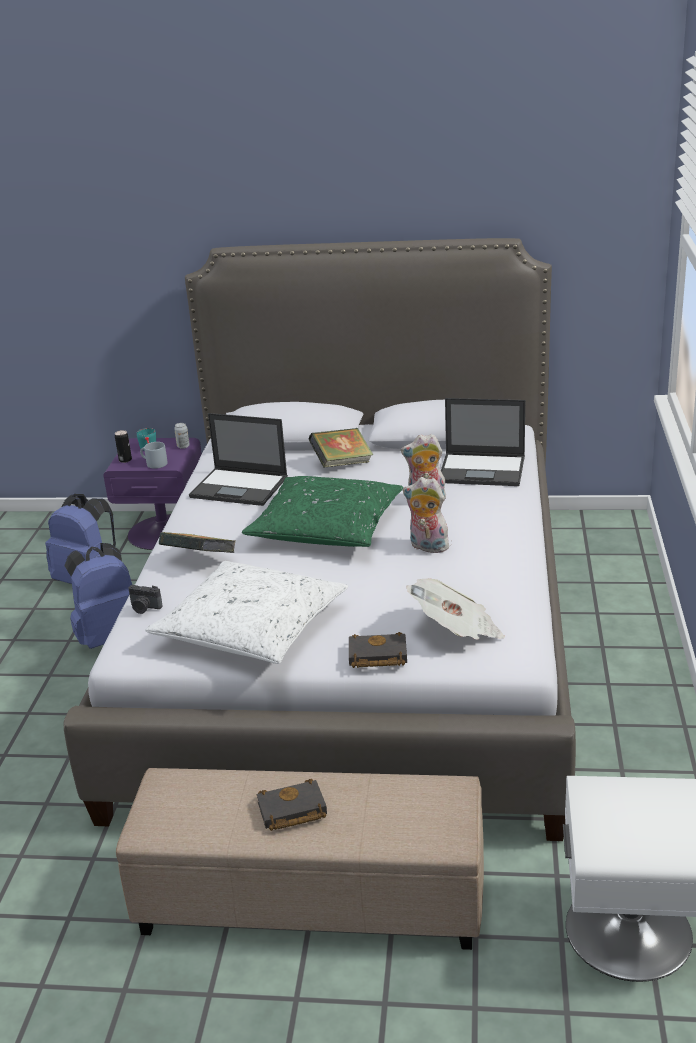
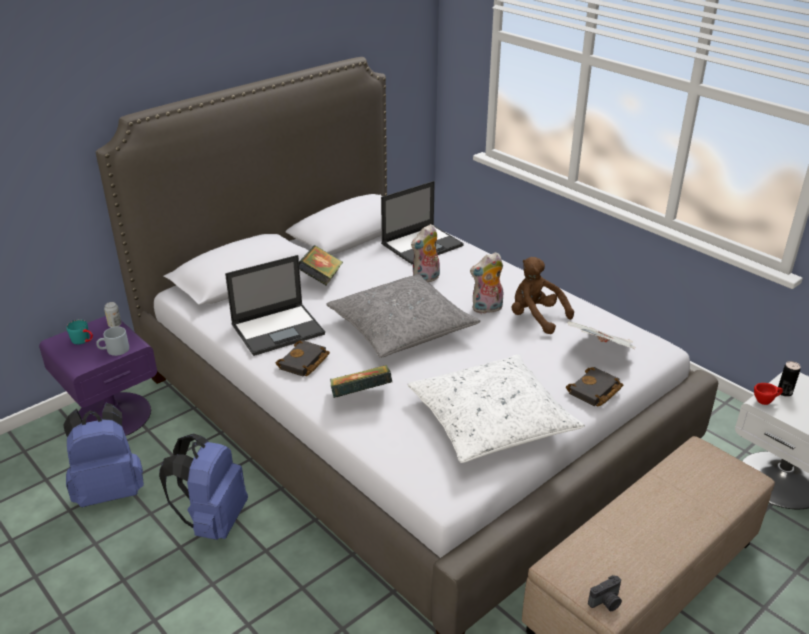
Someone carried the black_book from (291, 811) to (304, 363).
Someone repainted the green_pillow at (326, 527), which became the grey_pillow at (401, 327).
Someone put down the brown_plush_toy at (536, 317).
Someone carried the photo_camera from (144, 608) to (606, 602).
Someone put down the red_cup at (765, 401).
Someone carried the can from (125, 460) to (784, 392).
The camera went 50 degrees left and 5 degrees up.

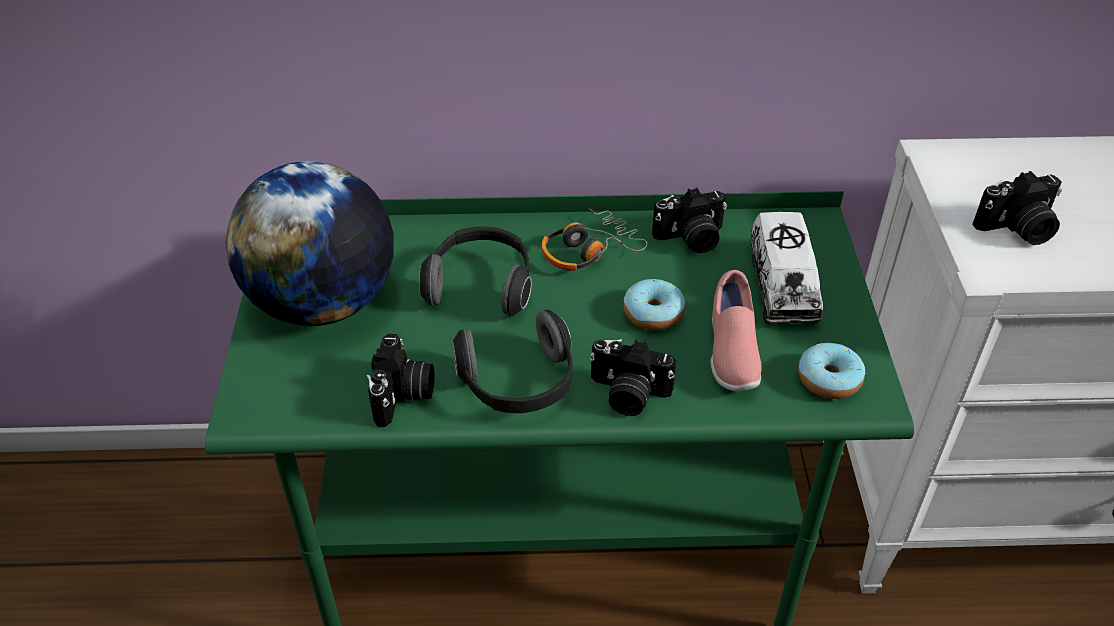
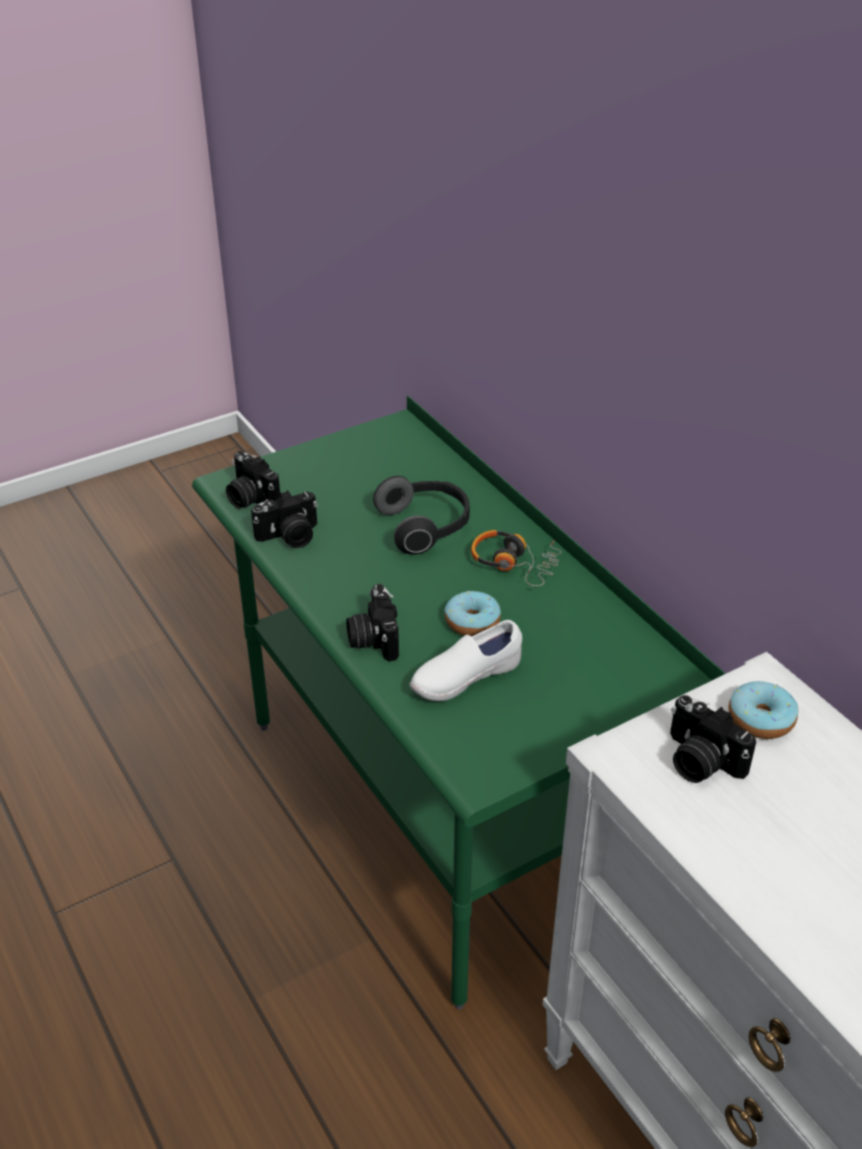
Someone carried the photo_camera from (691, 239) to (250, 498).
Someone repainted the pink_shoe at (731, 352), which became the white_shoe at (465, 678).
Someone carried the donut from (829, 379) to (760, 719).
Someone took away the globe at (324, 303).
Someone took away the headphones at (519, 384).
Someone took away the toy_truck at (782, 286).
The camera went 60 degrees right and 5 degrees down.

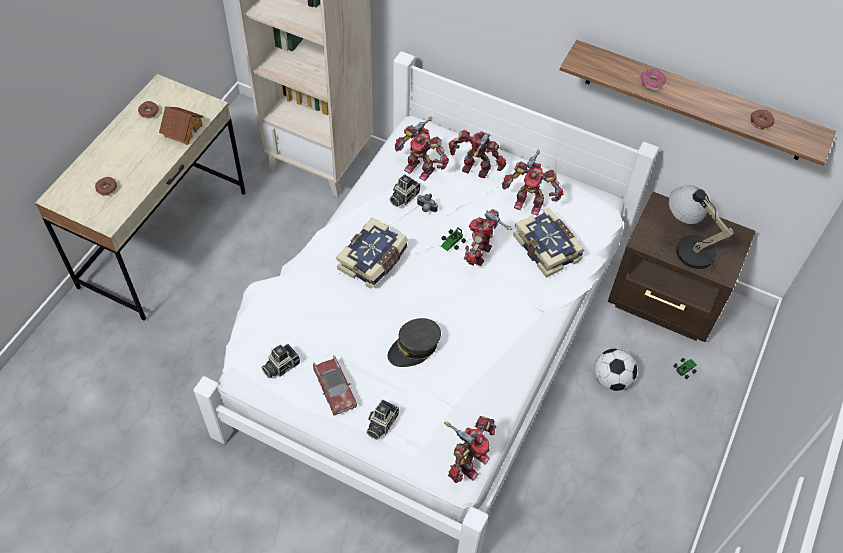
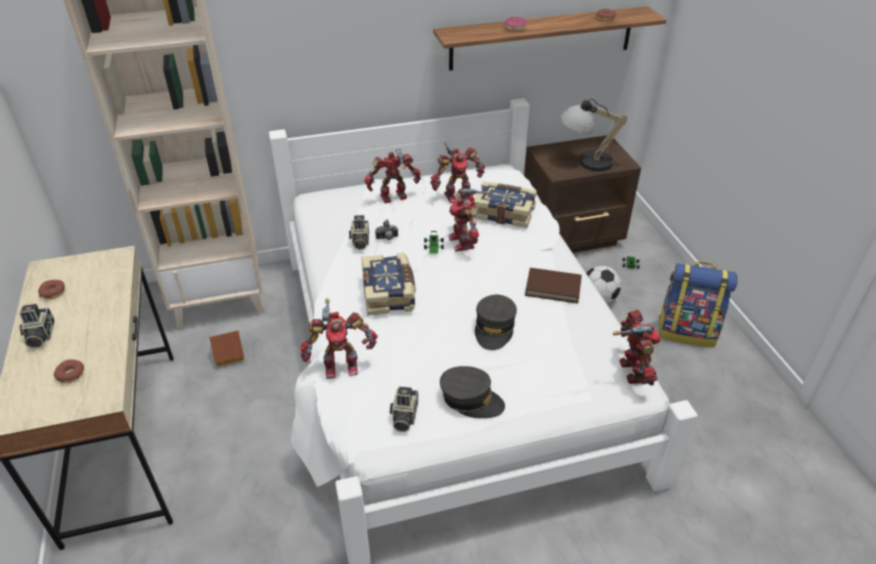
Someone carried the photo_camera from (381, 424) to (39, 336).
Someone carried the toy_house from (182, 130) to (228, 353).
Someone carried the toy_robot from (420, 168) to (341, 365).
Someone swapped the toy_car at (335, 389) for the grey_cap at (471, 399).
Someone put down the brown_book at (553, 287).
Someone put down the backpack at (687, 331).
The camera went 40 degrees left and 15 degrees down.

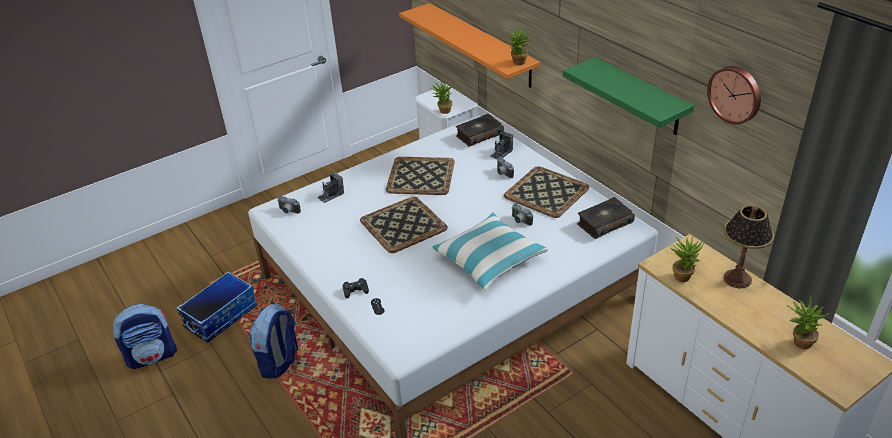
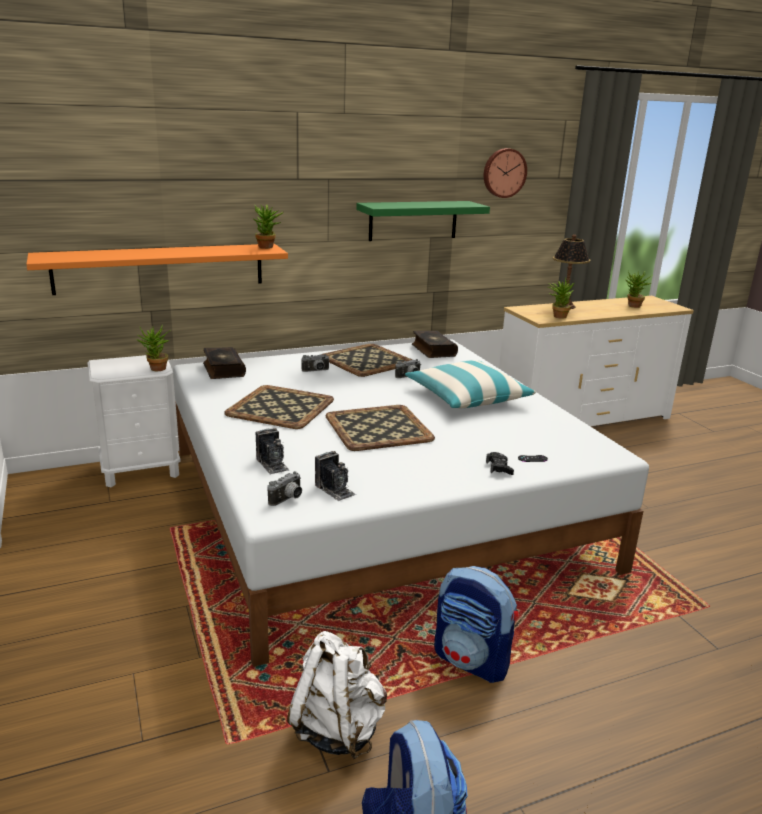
Someone swapped the storage_box at (221, 316) for the white_backpack at (338, 729).
Someone carried the photo_camera from (501, 153) to (335, 490).
The camera went 80 degrees left and 15 degrees down.

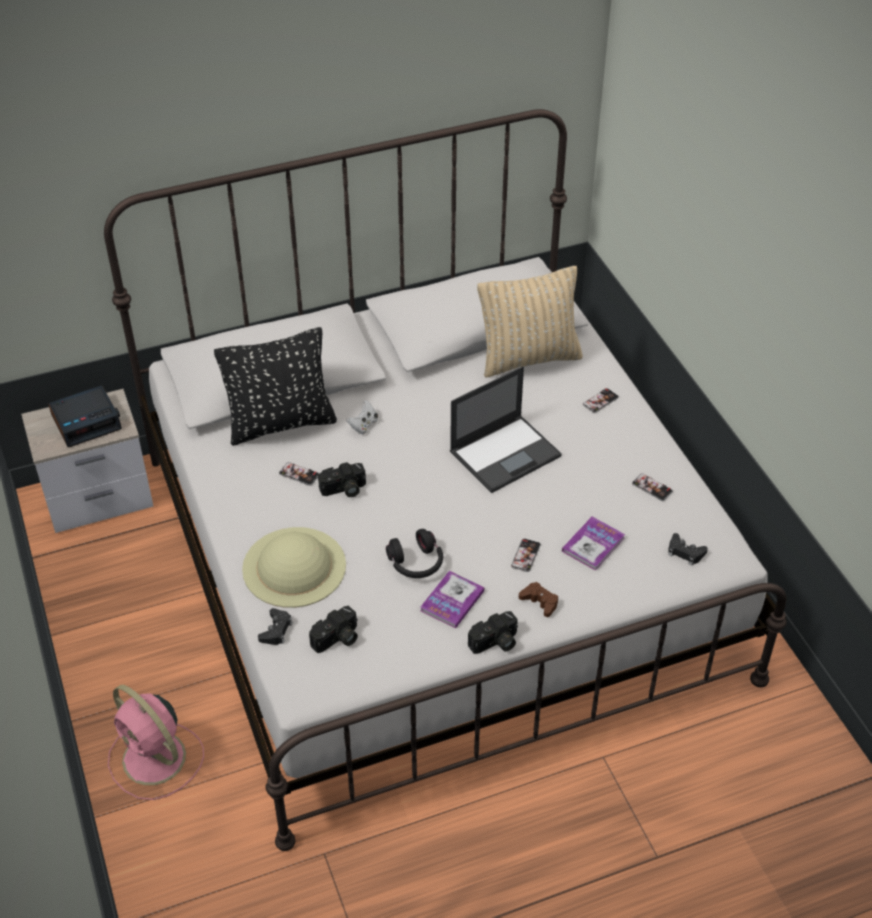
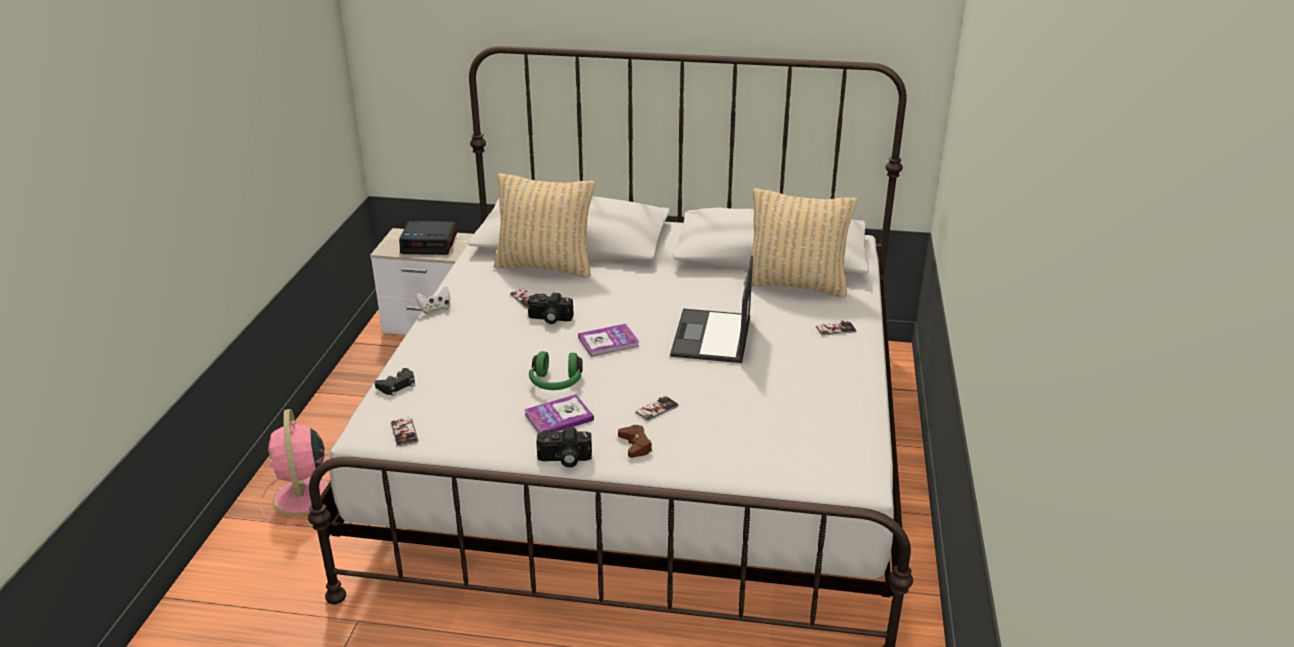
Someone carried the phone from (652, 488) to (404, 433).
Someone carried the white_game_controller from (363, 425) to (435, 309).
Someone repainted the black_pillow at (281, 424), which became the beige_pillow at (545, 267).
Someone repainted the black_headphones at (416, 564), which became the green_headphones at (555, 383).
Someone carried the book from (593, 544) to (608, 342).
Someone rotated the laptop at (506, 453) by 105 degrees clockwise.
Someone took away the beige_hat at (294, 566).
Someone took away the photo_camera at (337, 639).
Someone took away the black_game_controller at (685, 552).
The camera went 30 degrees right and 15 degrees down.

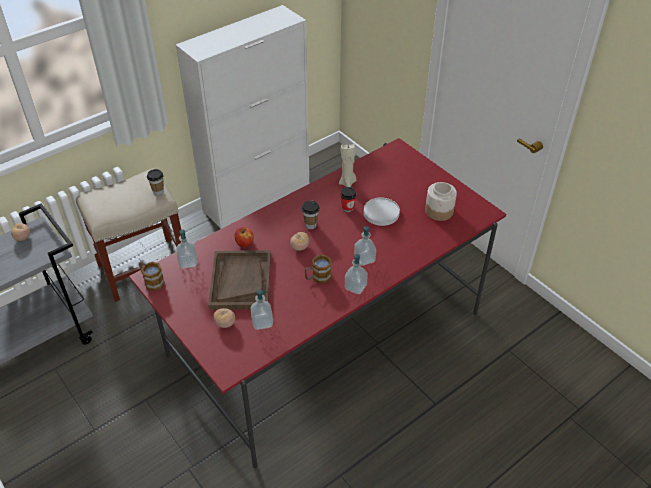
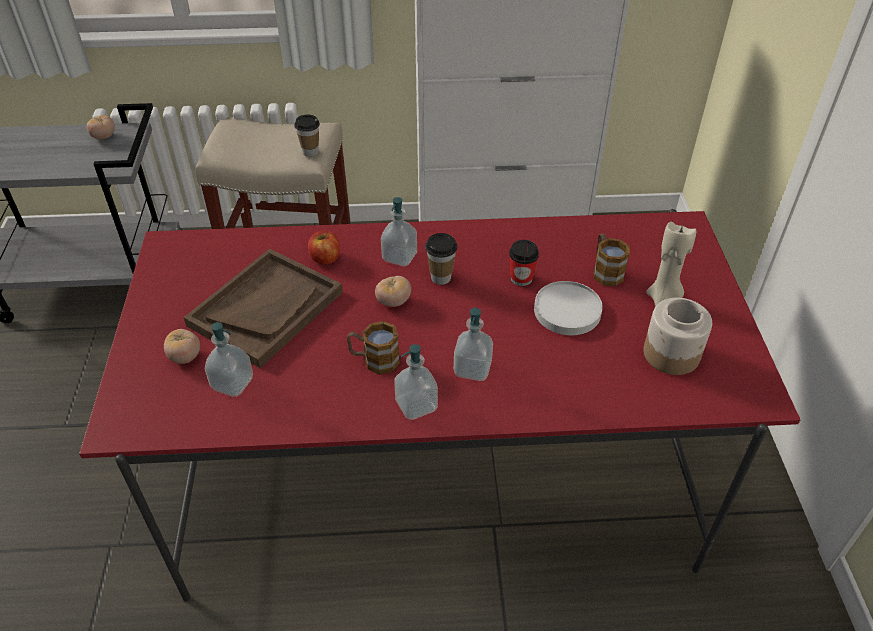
Someone carried the soap_dispenser from (188, 262) to (399, 257).
Someone carried the mug from (152, 281) to (605, 271).
Someone carried the beige_candle from (347, 183) to (663, 298).
The camera went 35 degrees right and 0 degrees up.

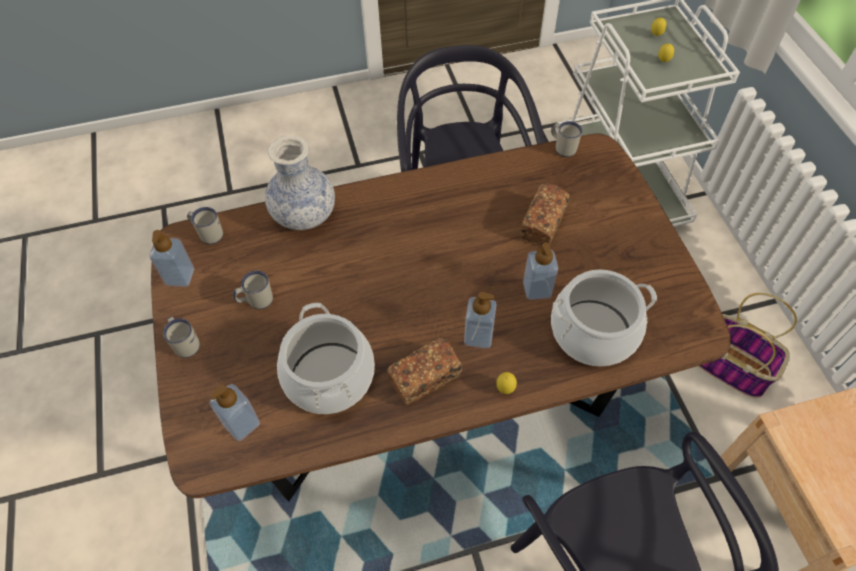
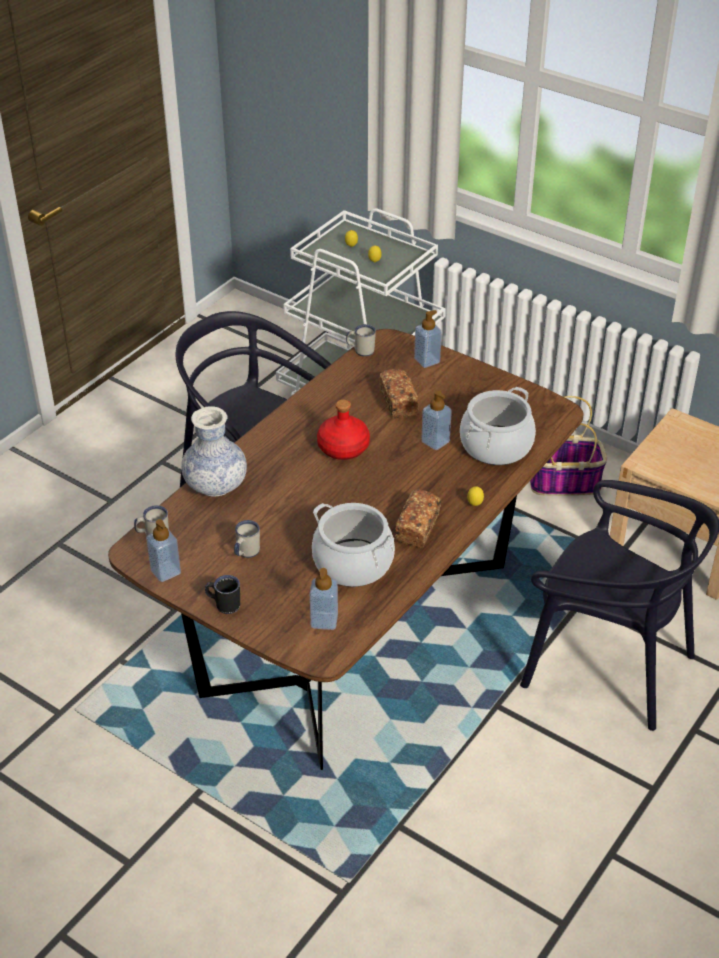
Someone repainted the white_mug at (185, 343), which became the black_mug at (224, 604).
Someone put down the red_bottle at (343, 448).
Someone carried the soap_dispenser from (478, 336) to (427, 361).
The camera went 40 degrees left and 15 degrees down.

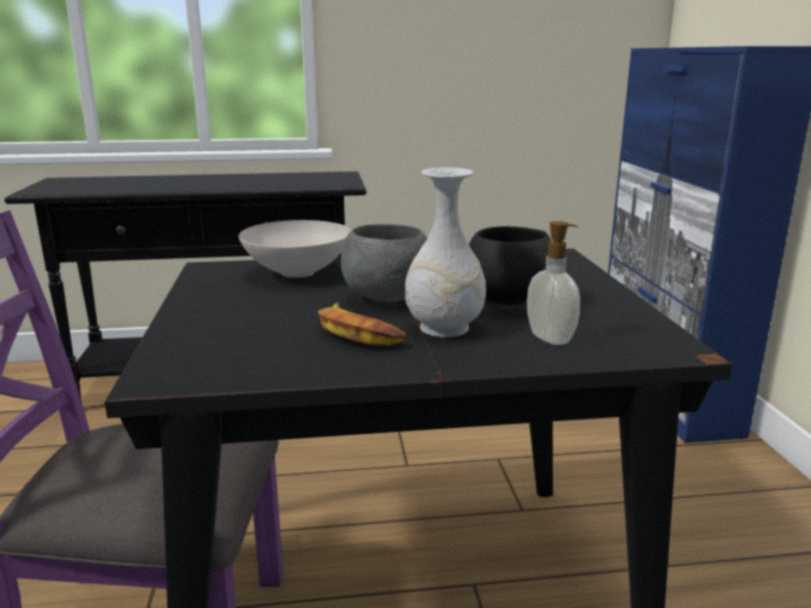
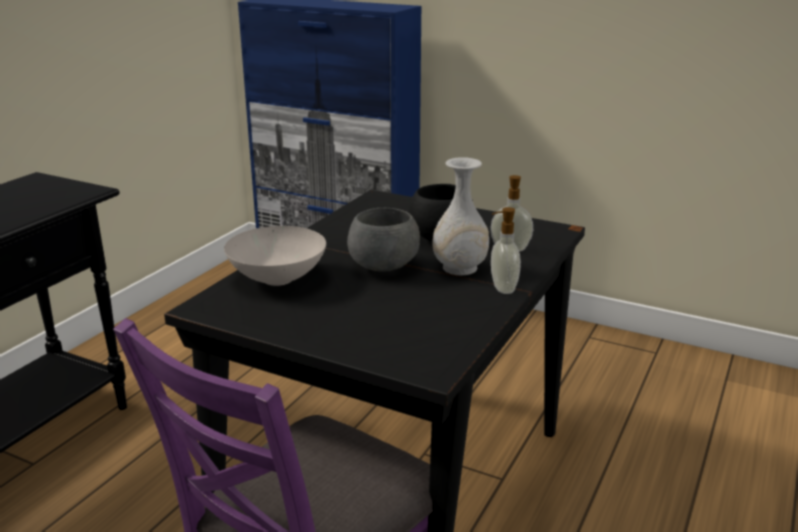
Someone put down the soap_dispenser at (502, 288).
Someone took away the banana at (358, 332).
The camera went 55 degrees left and 5 degrees up.

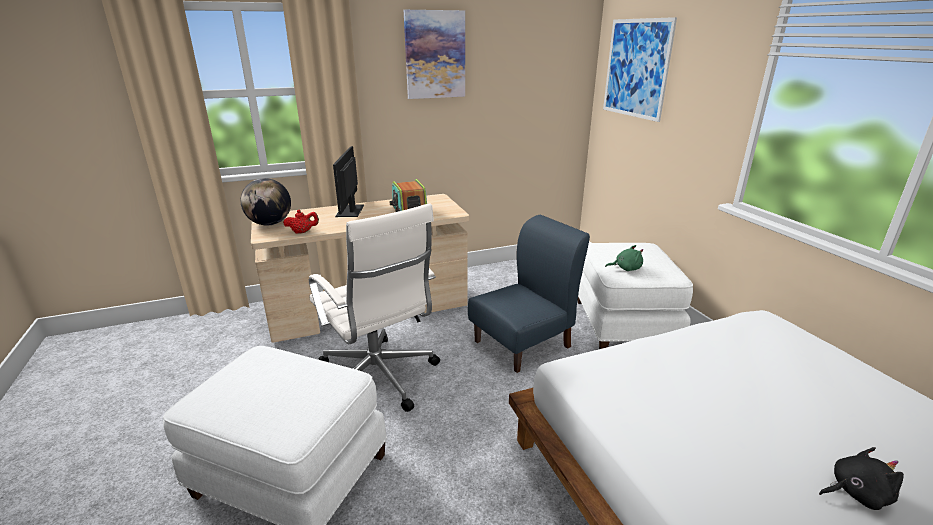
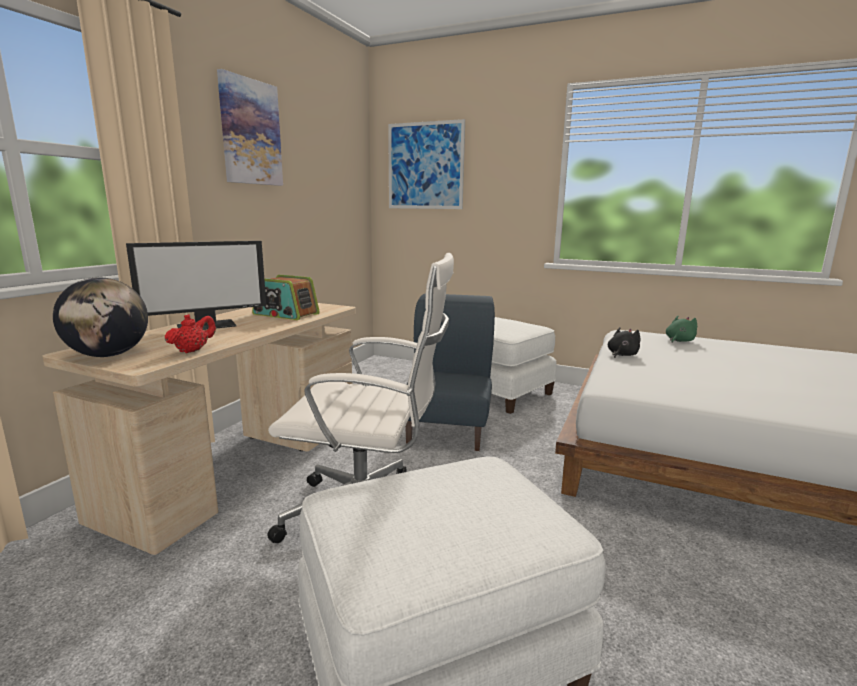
Someone rotated the monitor at (350, 211) by 75 degrees counterclockwise.
Someone carried the black_plush_toy from (855, 493) to (622, 355).
Someone carried the green_plush_toy from (625, 268) to (679, 341).
The camera went 45 degrees left and 10 degrees down.

